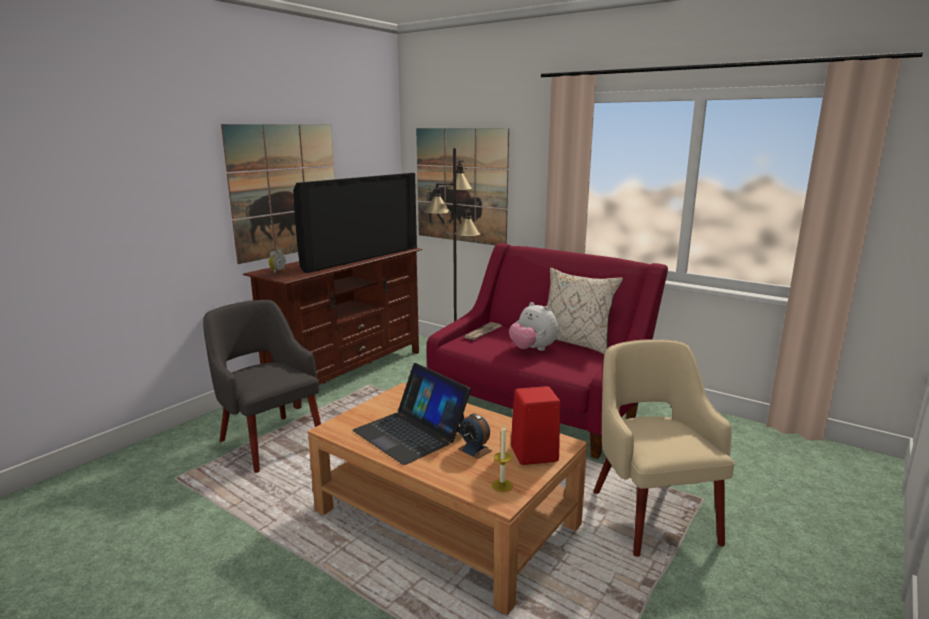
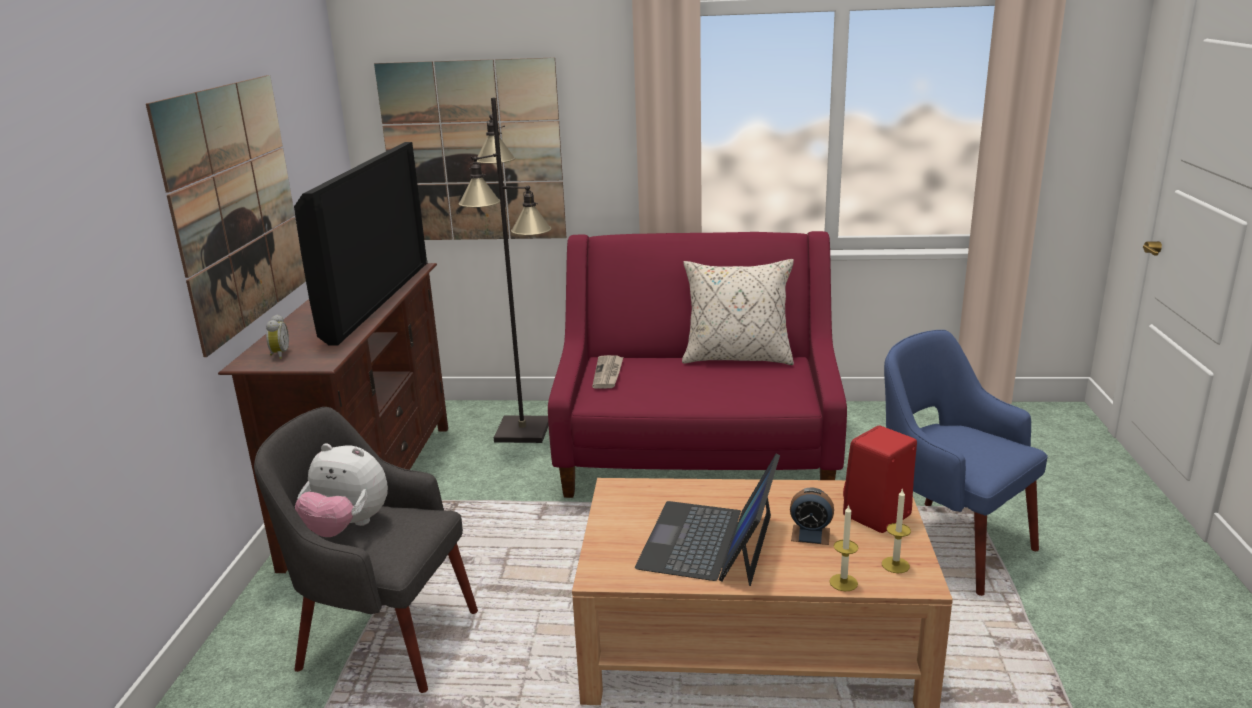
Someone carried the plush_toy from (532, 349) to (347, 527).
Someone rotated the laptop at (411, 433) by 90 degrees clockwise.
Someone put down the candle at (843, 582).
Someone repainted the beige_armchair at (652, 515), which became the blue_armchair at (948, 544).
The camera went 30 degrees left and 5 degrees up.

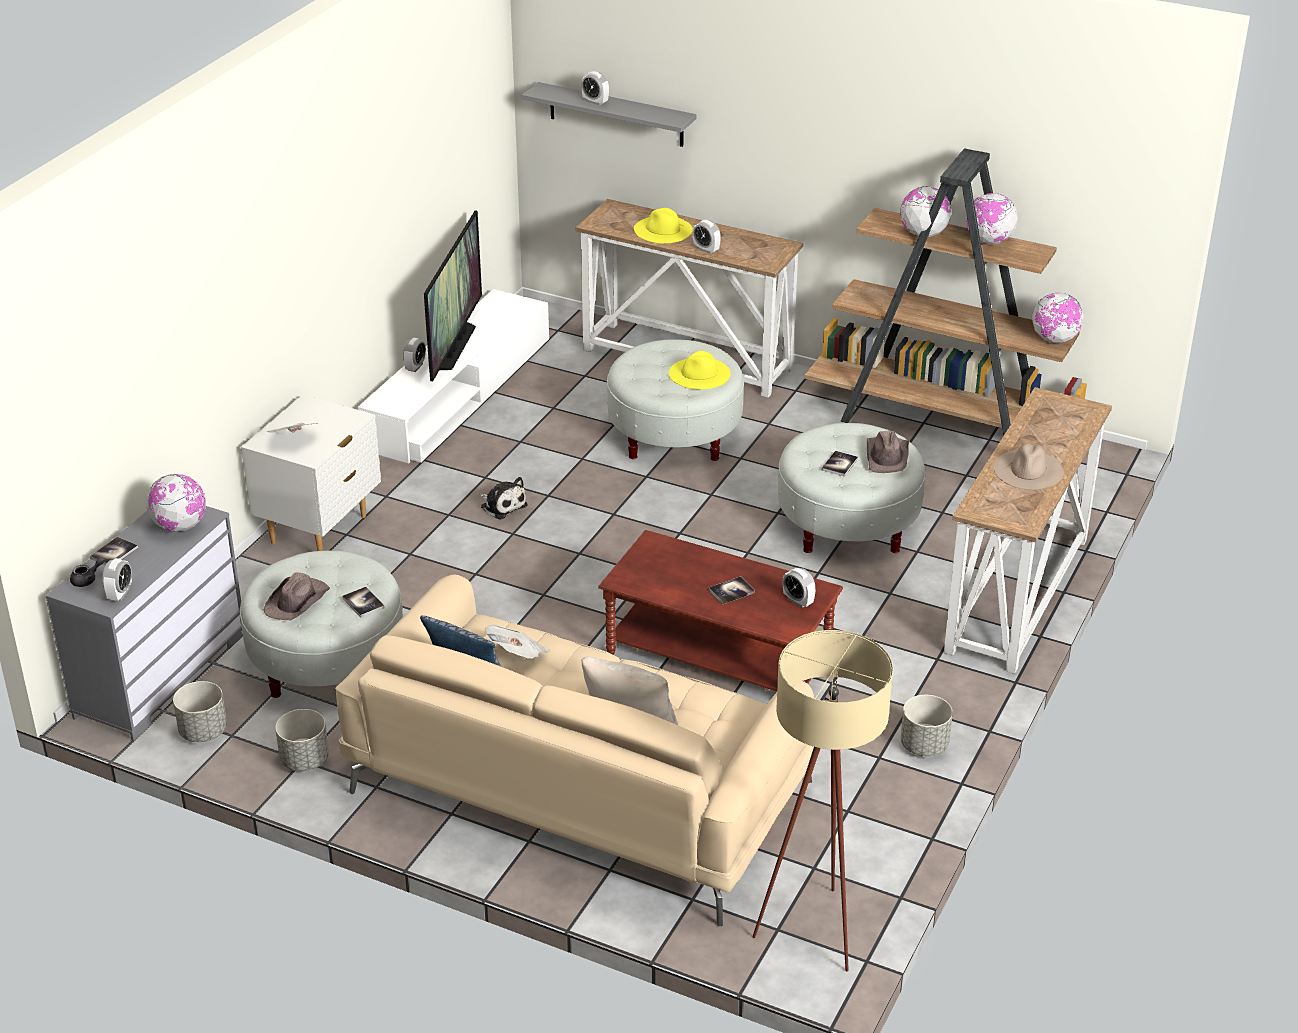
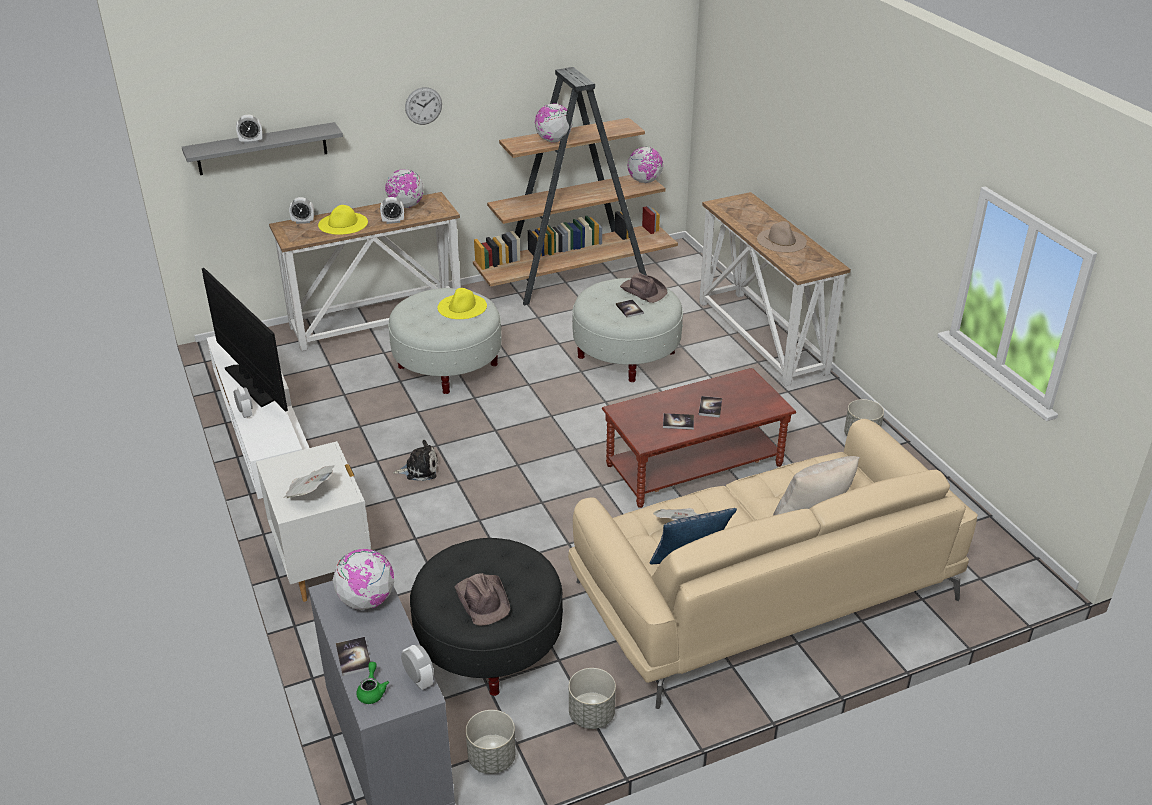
Someone carried the alarm_clock from (798, 601) to (303, 221).
Someone repainted the grey_teapot at (87, 580), which became the green_teapot at (372, 691).
Someone carried the globe from (989, 241) to (406, 206).
Someone put up the wall_clock at (423, 106).
Someone repainted the white_ottoman at (327, 662), which became the black_ottoman at (489, 644).
Someone carried the book from (363, 603) to (678, 422).
Someone took away the beige_floor_lamp at (816, 923).
The camera went 50 degrees left and 0 degrees up.

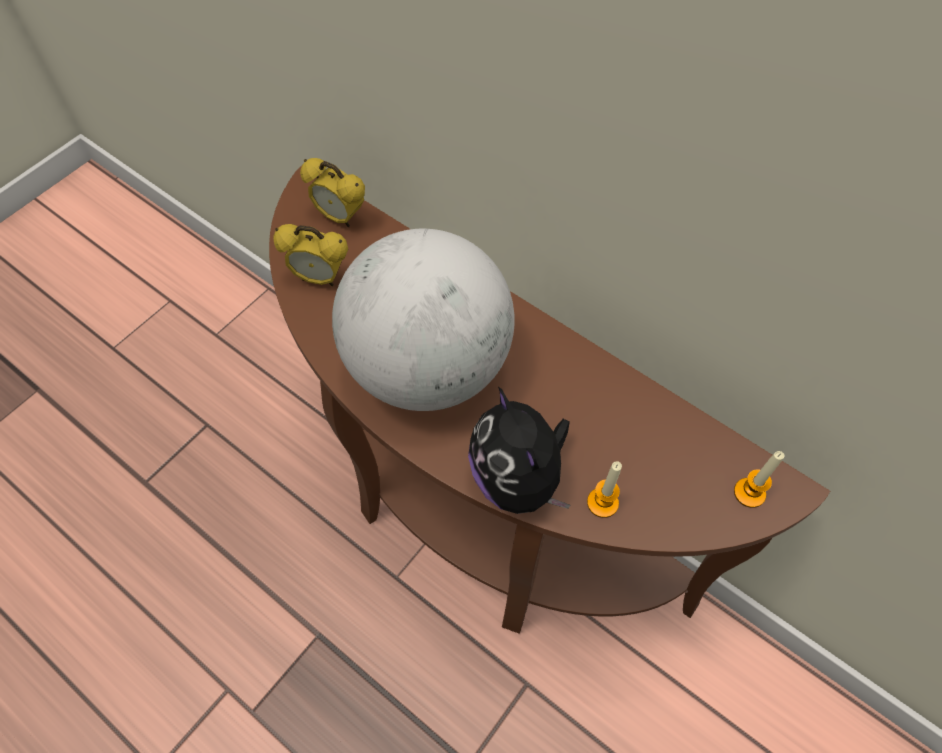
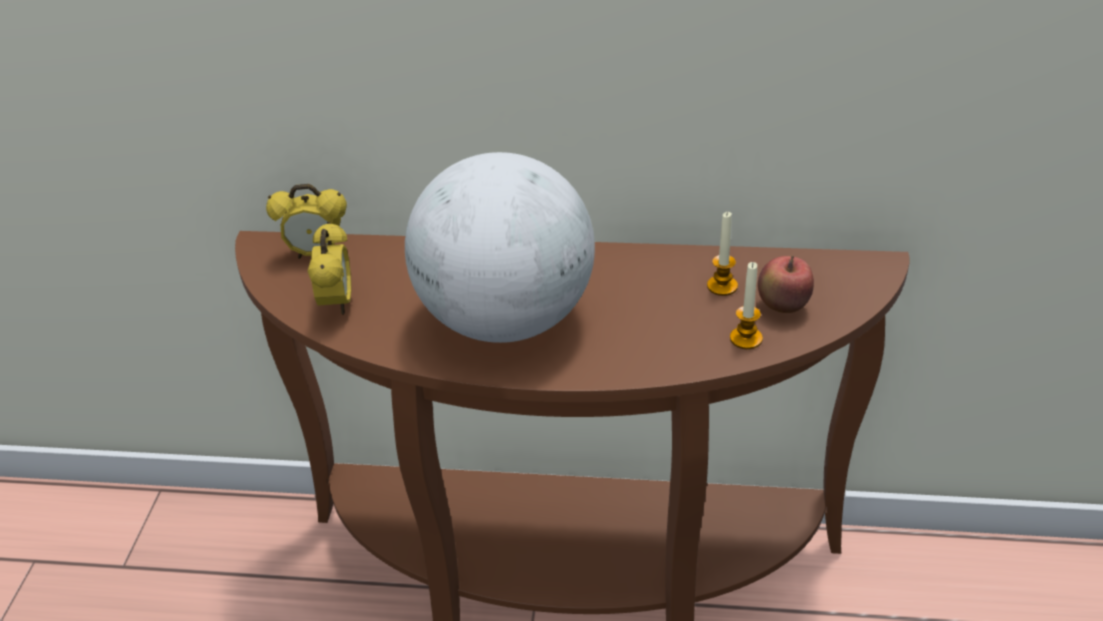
Someone rotated the alarm_clock at (319, 278) by 75 degrees counterclockwise.
Someone carried the candle from (749, 493) to (722, 286).
Someone put down the apple at (783, 307).
Someone took away the plush_toy at (518, 478).
The camera went 30 degrees left and 20 degrees down.

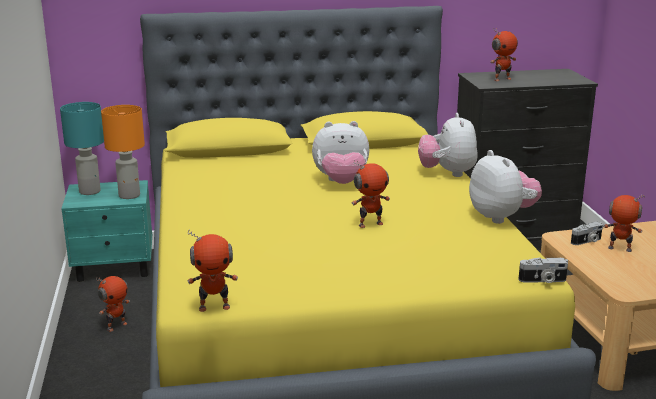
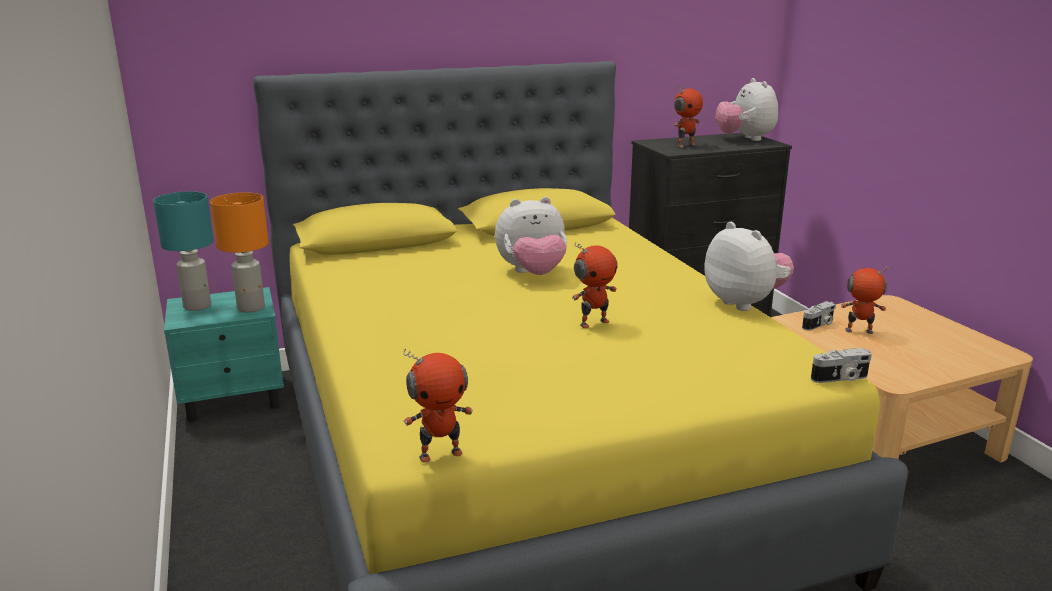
Someone carried the plush_toy from (447, 173) to (745, 139).
Someone took away the toy_robot at (116, 326).
The camera went 10 degrees left and 0 degrees up.

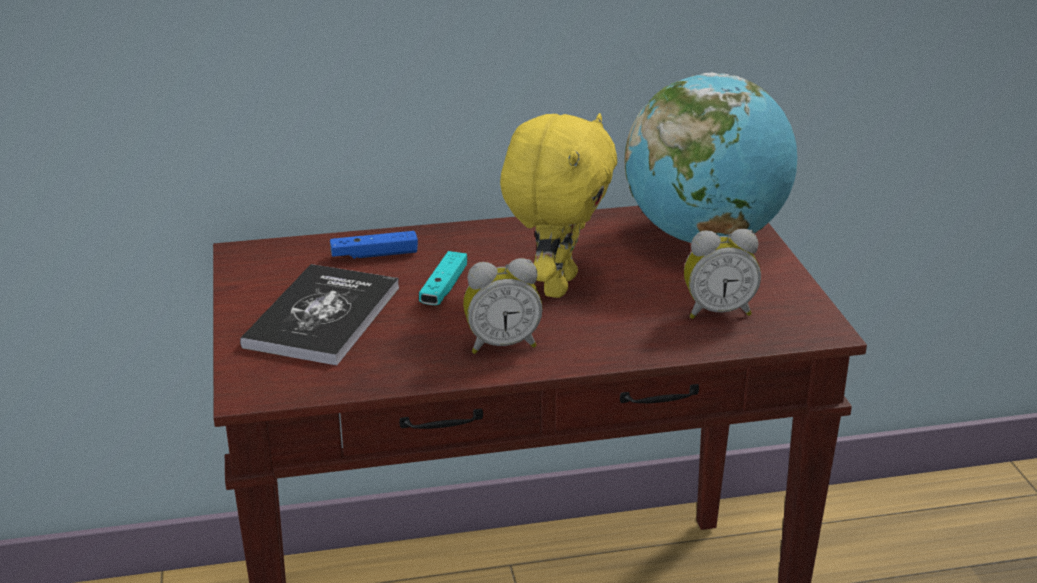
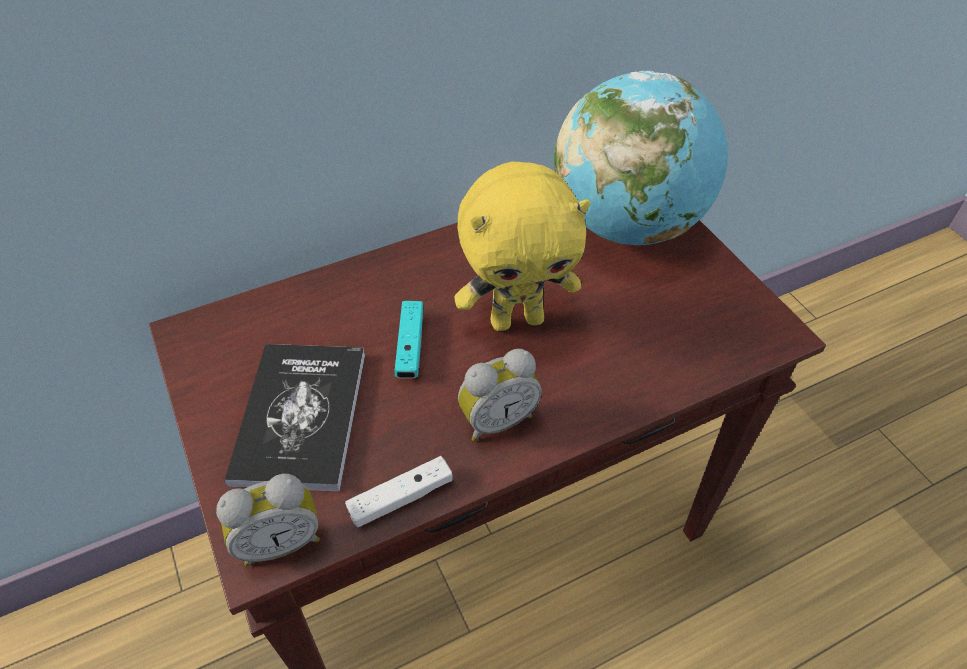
Someone carried the alarm_clock from (717, 311) to (280, 540).
Someone put down the white_game_controller at (401, 498).
Someone rotated the yellow_plush_toy at (556, 285) by 75 degrees clockwise.
Someone took away the blue_game_controller at (374, 254).
The camera went 15 degrees left and 20 degrees up.

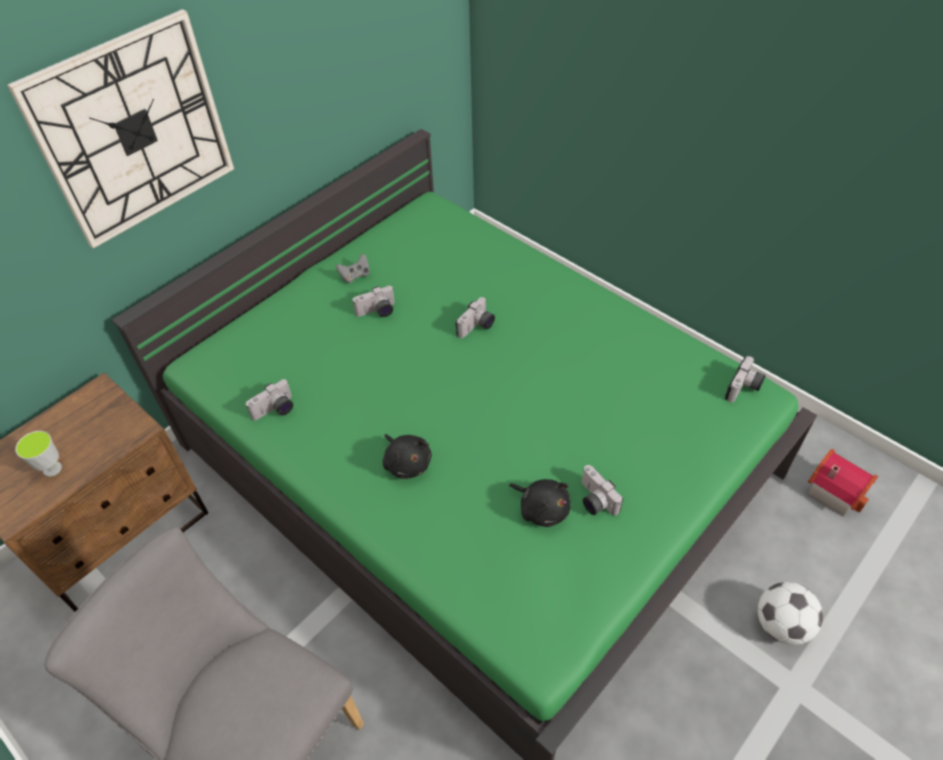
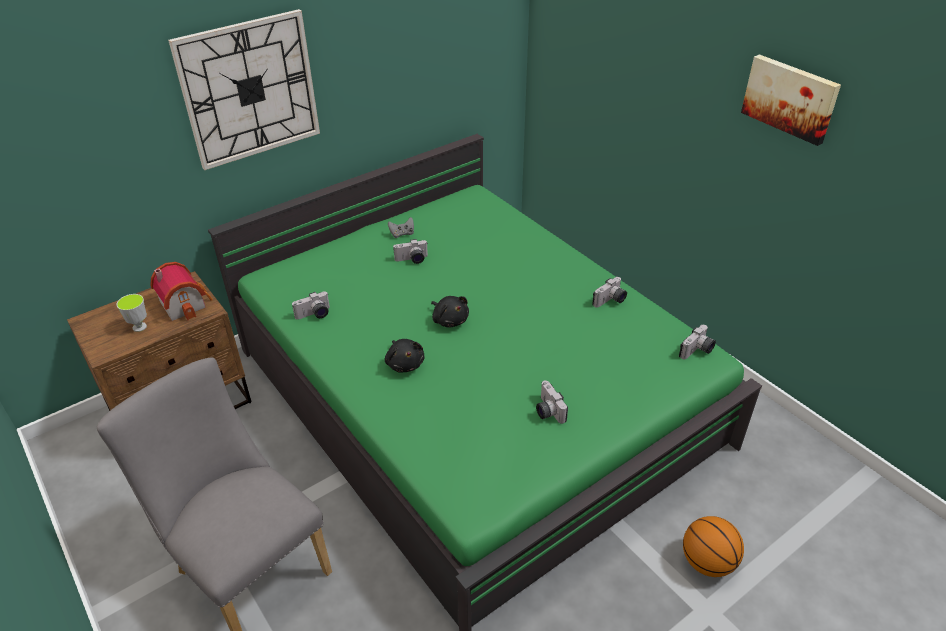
Someone carried the toy_house from (834, 489) to (185, 303).
Someone carried the black_plush_toy from (542, 508) to (449, 320).
Someone carried the photo_camera from (477, 327) to (610, 301).
Someone swapped the football at (781, 625) for the basketball at (707, 562).
Someone put up the picture at (790, 98).
The camera went 10 degrees right and 10 degrees down.

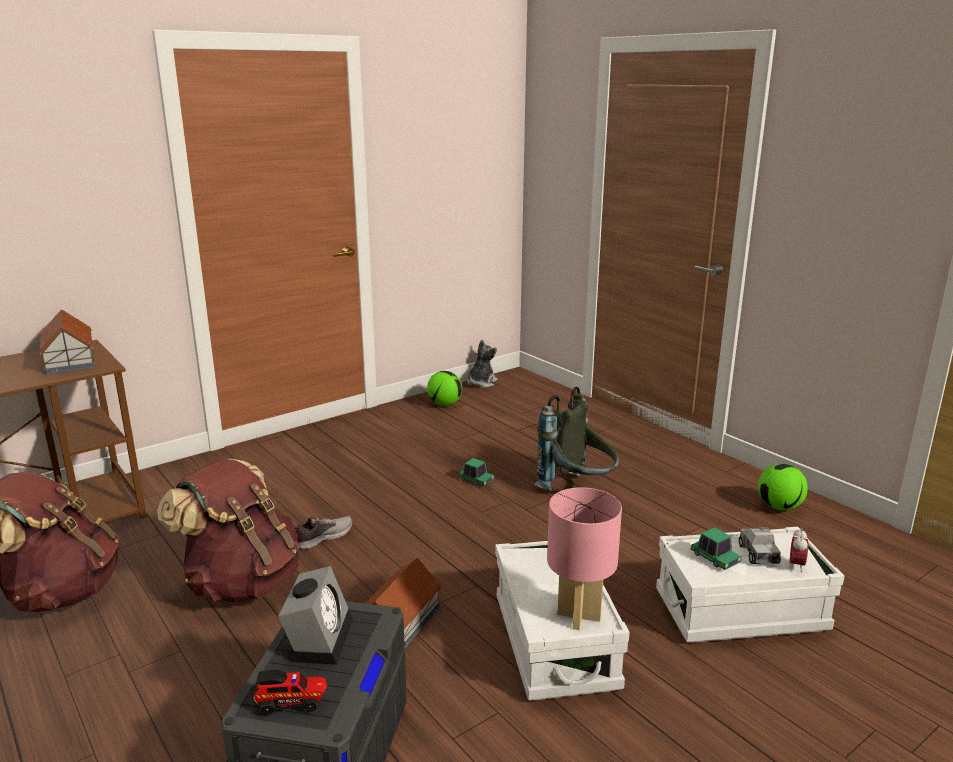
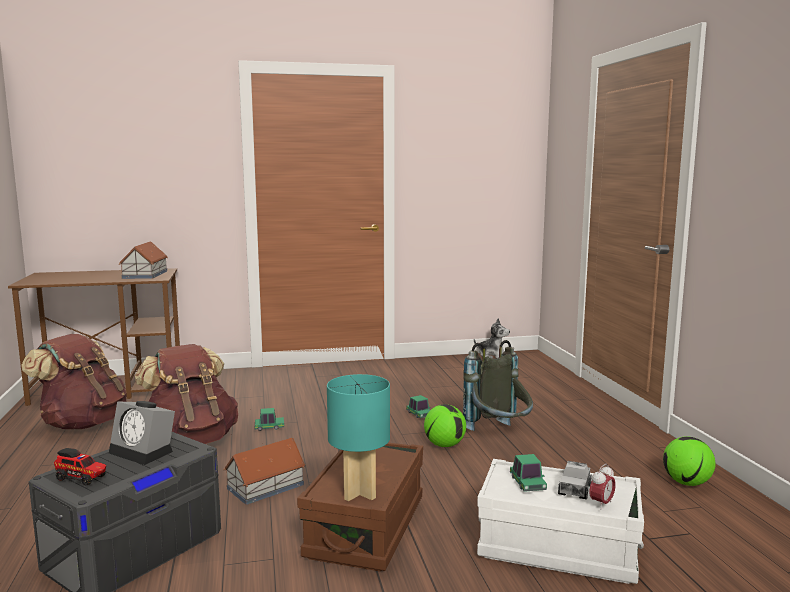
Someone rotated the alarm_clock at (319, 637) by 90 degrees clockwise.
Someone swapped the shoe at (322, 538) for the toy_car at (269, 427).
Someone repainted the white_storage_box at (554, 642), which became the brown_storage_box at (366, 527).
Someone repainted the pink_table_lamp at (578, 616), which became the turquoise_table_lamp at (358, 493).
Someone carried the football from (445, 404) to (444, 445).
Someone rotated the plush_toy at (481, 383) by 60 degrees clockwise.
The camera went 25 degrees right and 10 degrees down.

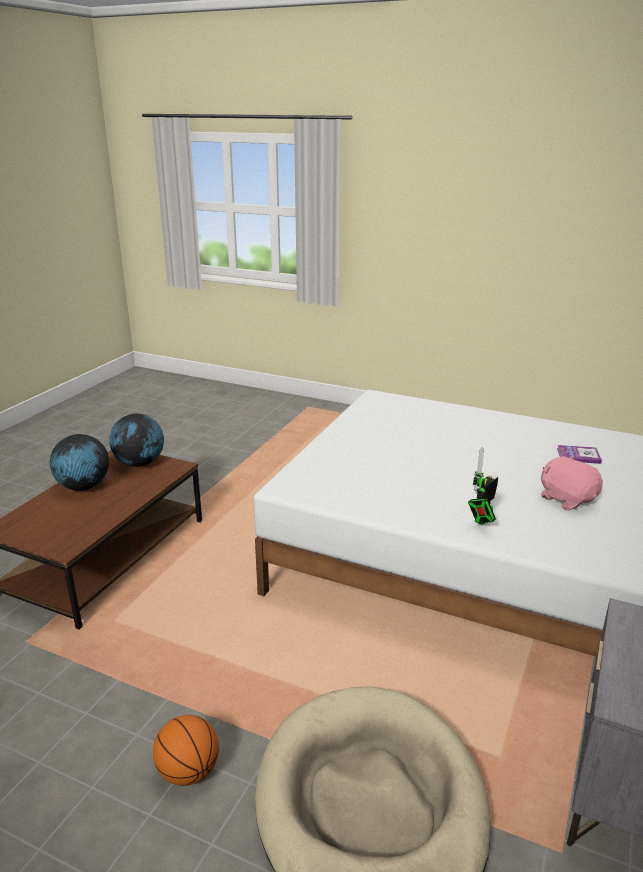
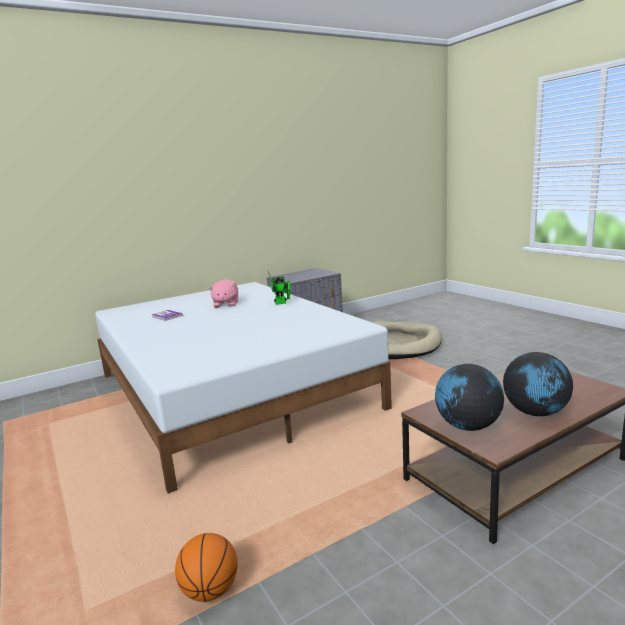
Someone carried the basketball from (188, 771) to (210, 590).
The camera went 145 degrees left and 10 degrees down.

